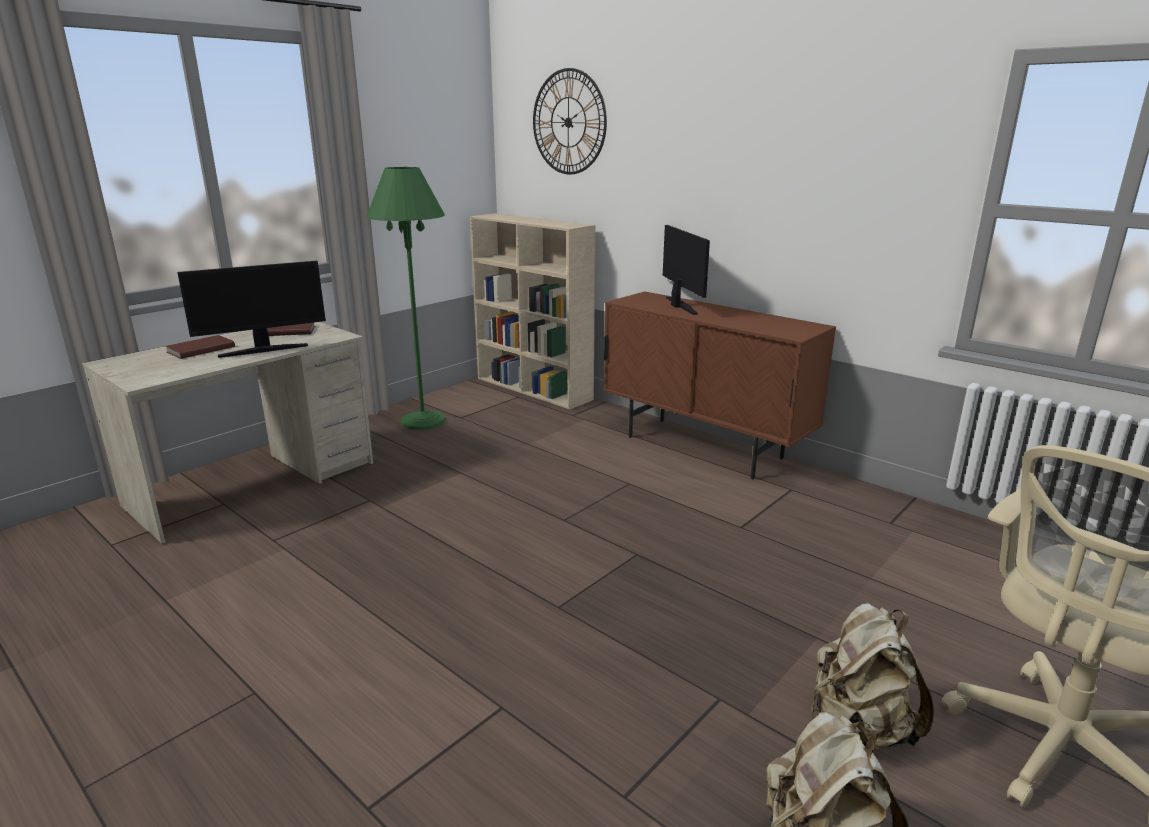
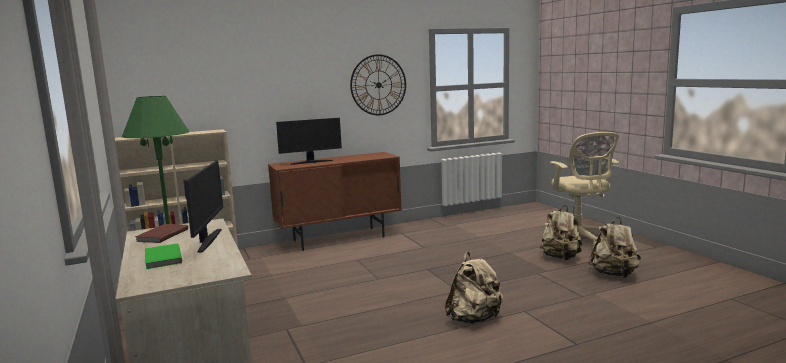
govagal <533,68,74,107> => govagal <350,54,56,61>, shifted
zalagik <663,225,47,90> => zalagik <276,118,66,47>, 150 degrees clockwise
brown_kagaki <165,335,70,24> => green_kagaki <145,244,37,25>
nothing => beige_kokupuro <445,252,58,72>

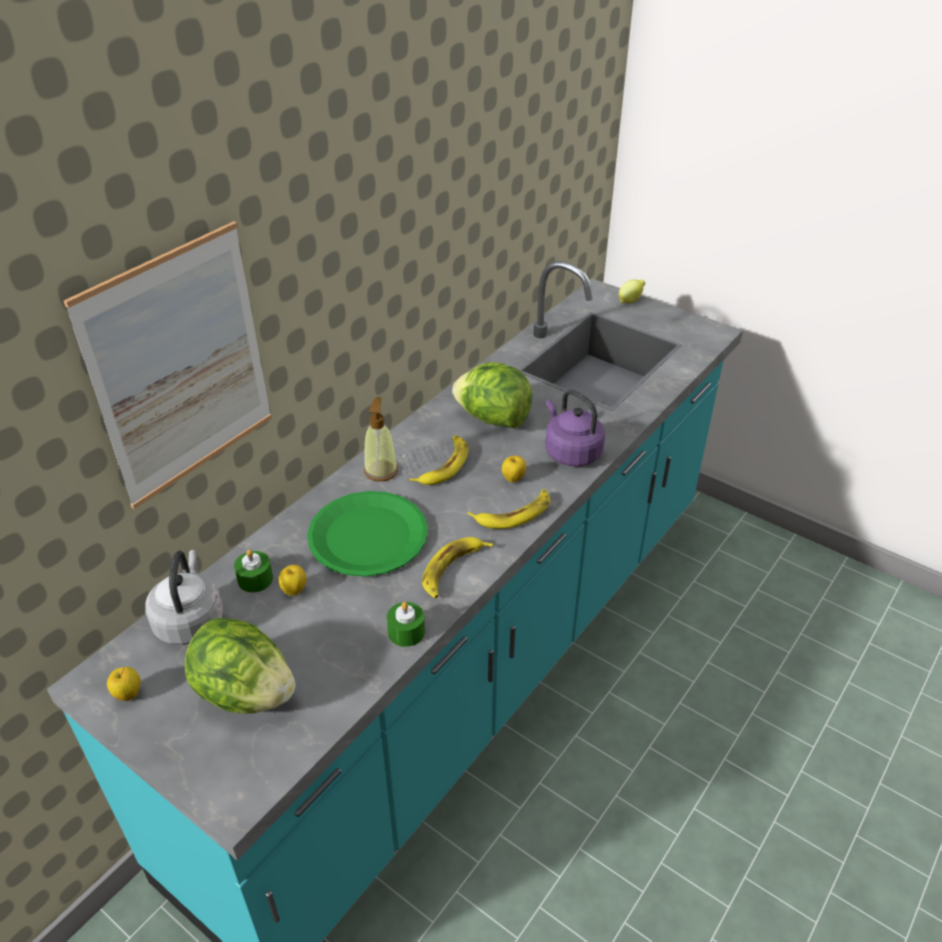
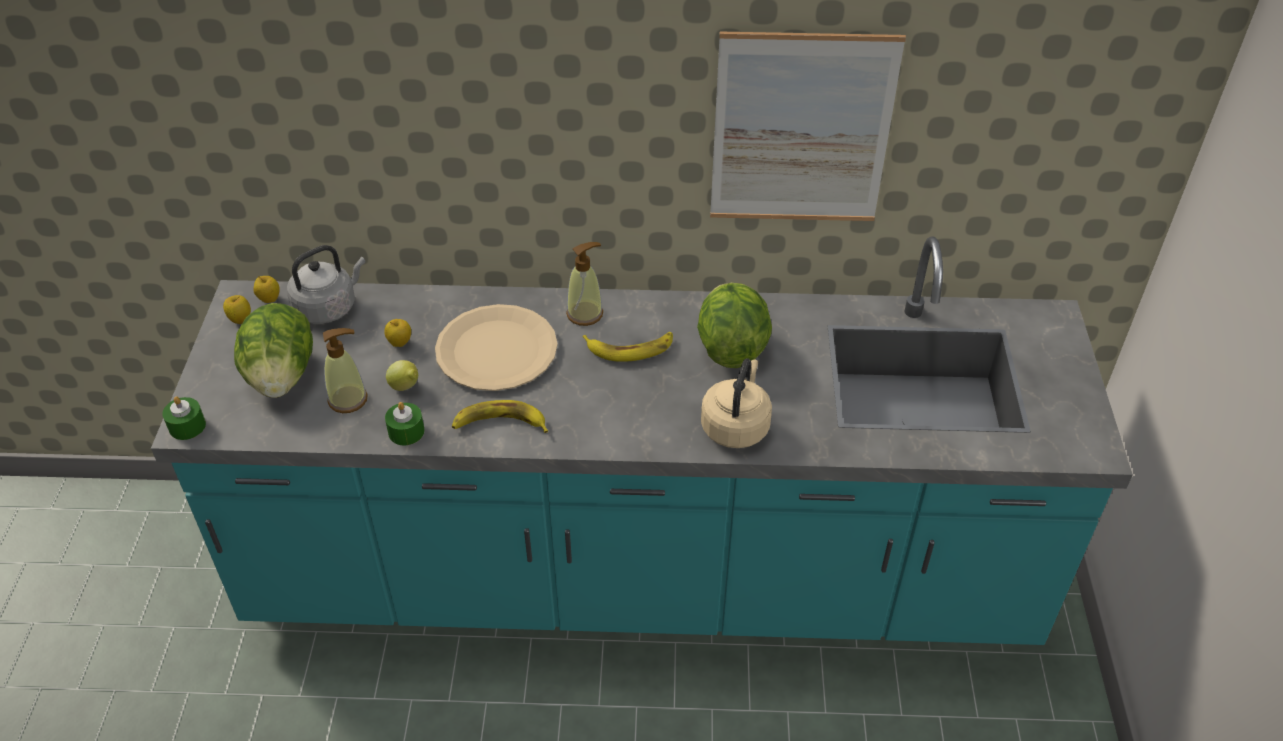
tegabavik <64,221,208,288> => tegabavik <710,32,196,189>, shifted
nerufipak <619,280,26,24> => nerufipak <386,360,32,31>, shifted
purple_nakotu <545,390,60,76> => beige_nakotu <701,359,71,89>
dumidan <502,456,24,26> => dumidan <253,276,27,27>, shifted
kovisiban <468,489,82,40> => nothing
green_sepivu <307,491,121,86> => beige_sepivu <435,304,123,87>
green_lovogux <234,550,39,43> => green_lovogux <162,396,44,44>, shifted
nothing => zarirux <323,328,45,85>

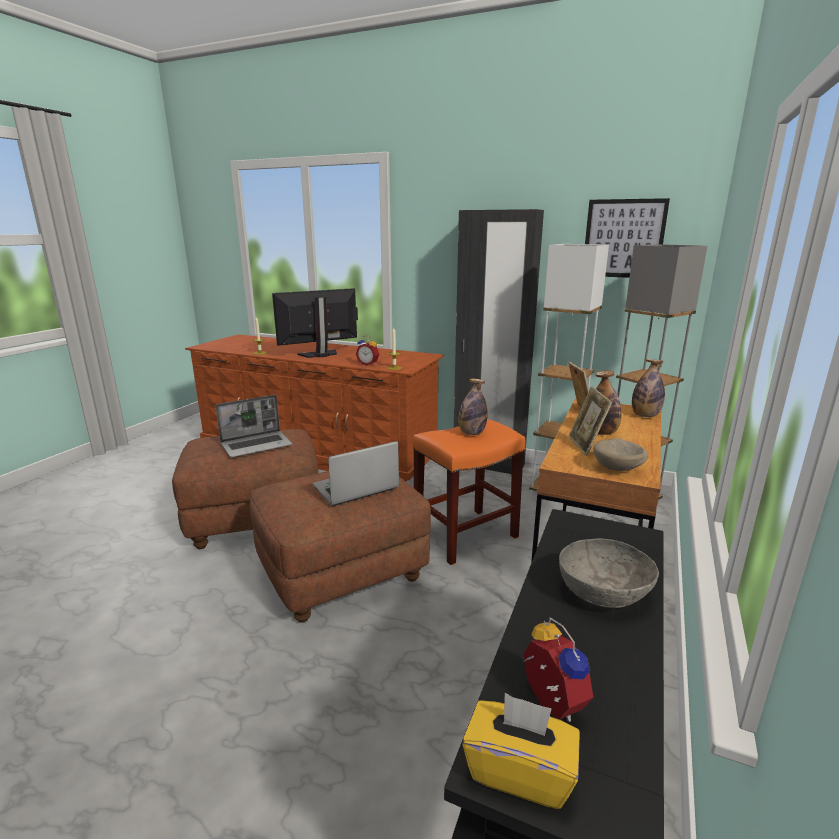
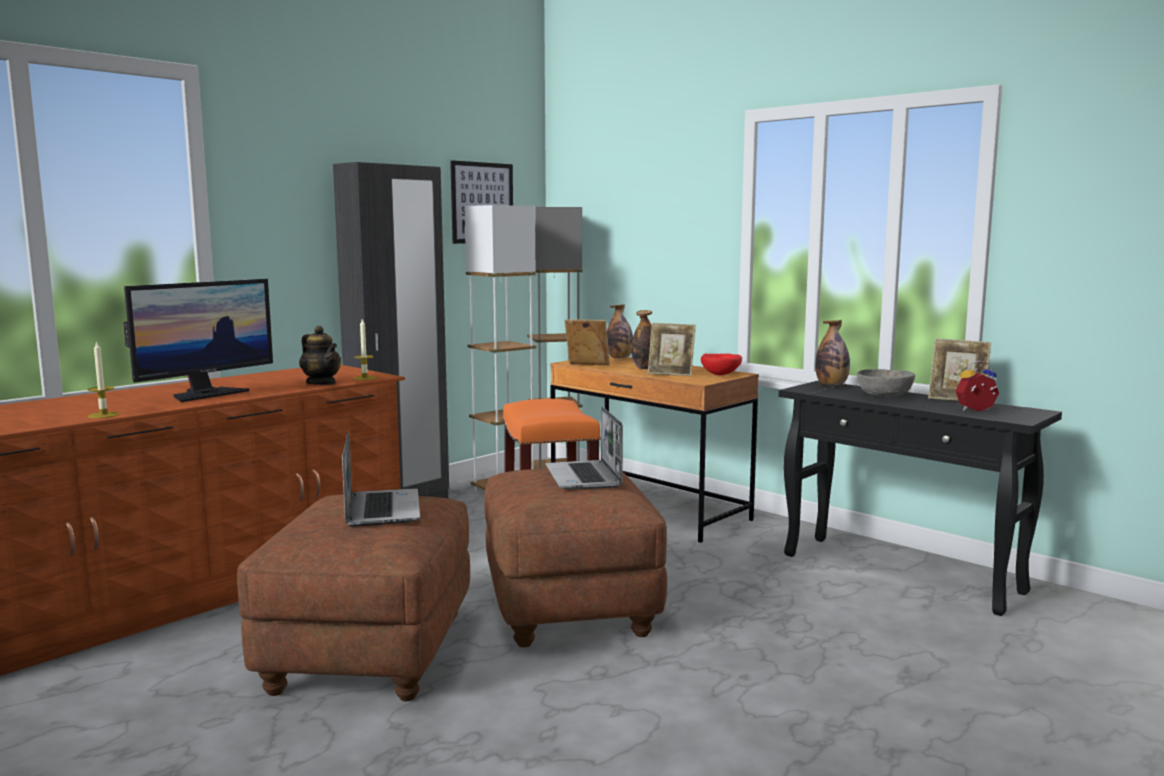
zalagik <272,288,86,70> => zalagik <123,279,150,123>, 135 degrees counterclockwise
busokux <356,335,23,31> => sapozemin <299,326,42,59>
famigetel <458,379,29,56> => famigetel <815,320,35,65>, shifted
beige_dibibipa <593,438,55,33> => red_dibibipa <701,354,41,21>
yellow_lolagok <462,693,118,116> => nothing
nothing => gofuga <928,338,63,63>

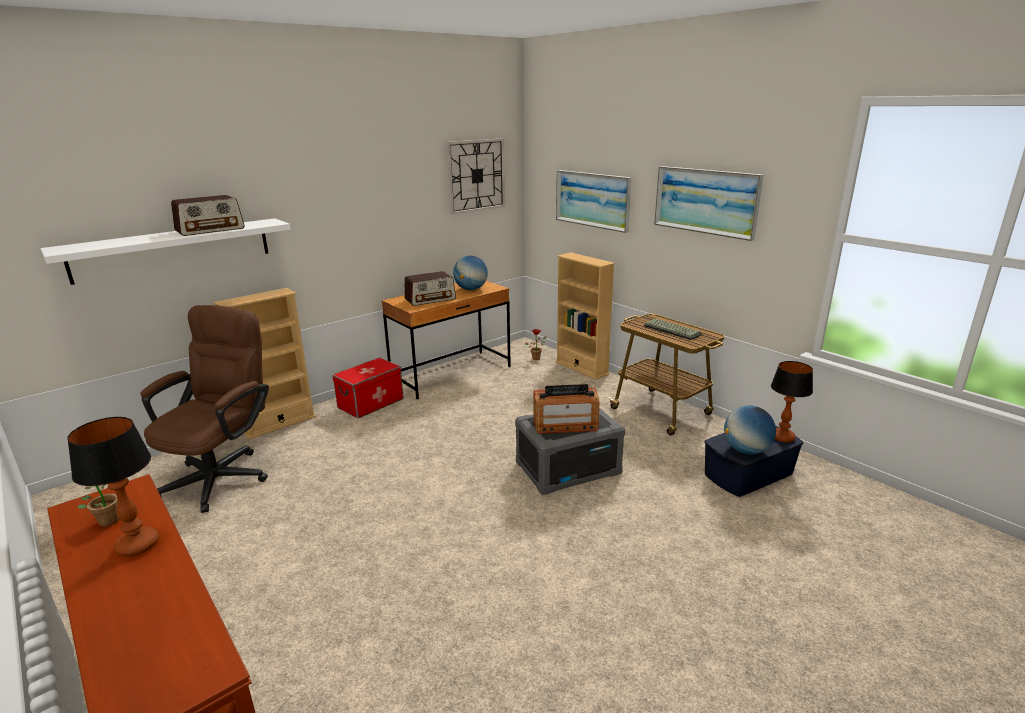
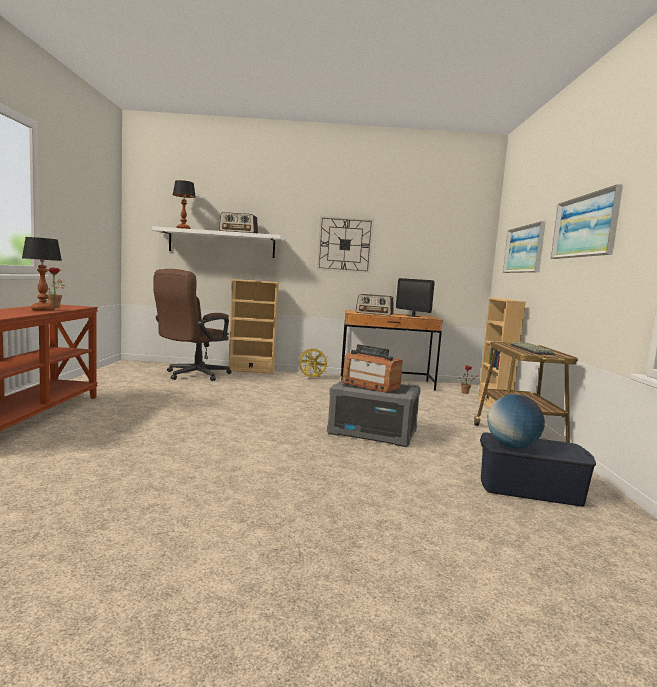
govagal <447,138,58,77> => govagal <317,216,57,57>, shifted
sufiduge <453,256,35,34> => zalagik <396,278,39,39>
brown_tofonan <140,305,129,208> => brown_tofonan <153,269,78,112>, 150 degrees clockwise
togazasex <332,357,71,62> => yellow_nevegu <297,348,32,30>
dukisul <771,361,42,81> => dukisul <173,180,23,49>, shifted

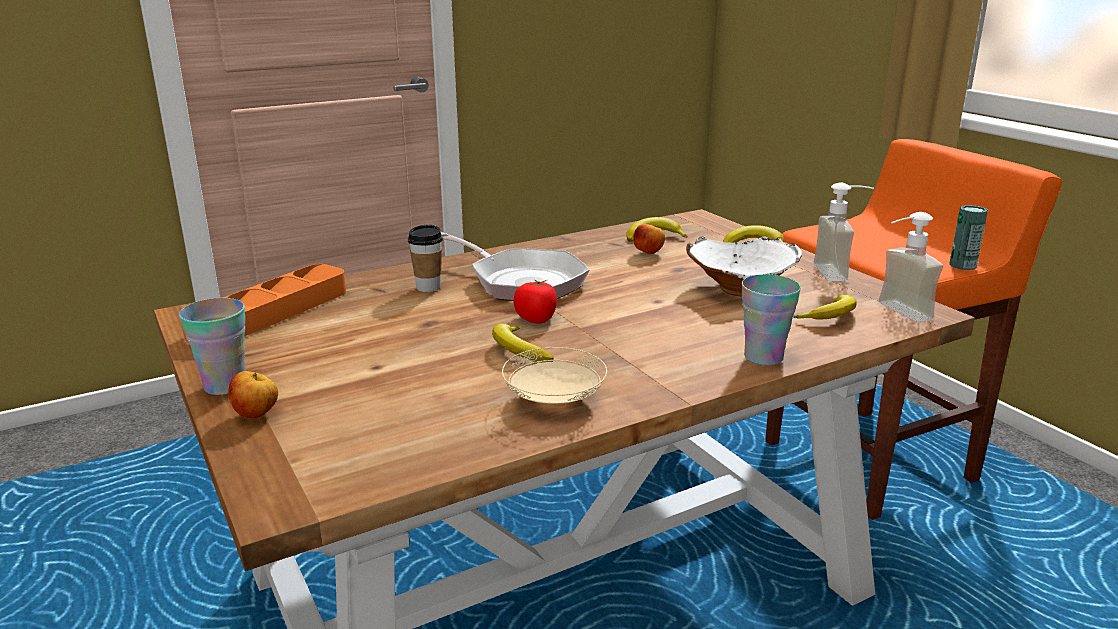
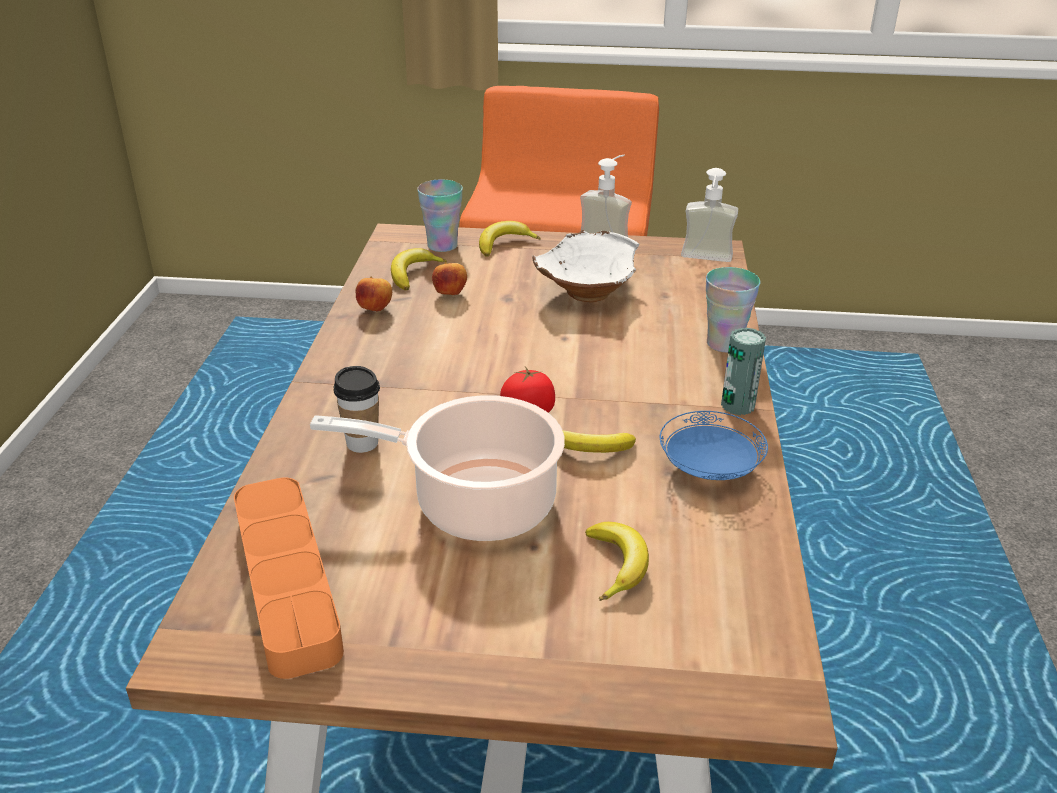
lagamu <949,205,39,65> => lagamu <721,327,45,88>, shifted
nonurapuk <441,232,149,69> => nothing
kovisiban <793,295,63,24> => kovisiban <585,522,64,79>, shifted
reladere <179,298,66,97> => reladere <417,179,46,73>, shifted
beige_sepivu <502,347,105,58> => blue_sepivu <660,411,108,69>
dumidan <228,371,50,47> => dumidan <356,276,36,36>, shifted
nothing => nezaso <310,395,255,146>

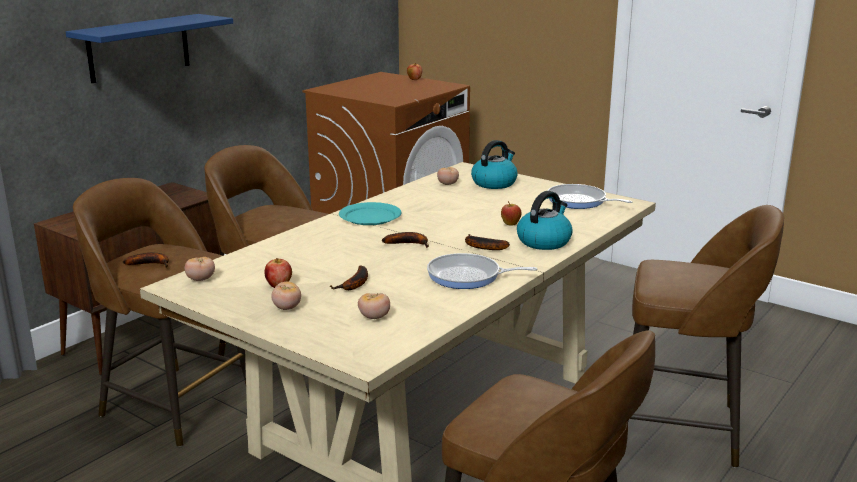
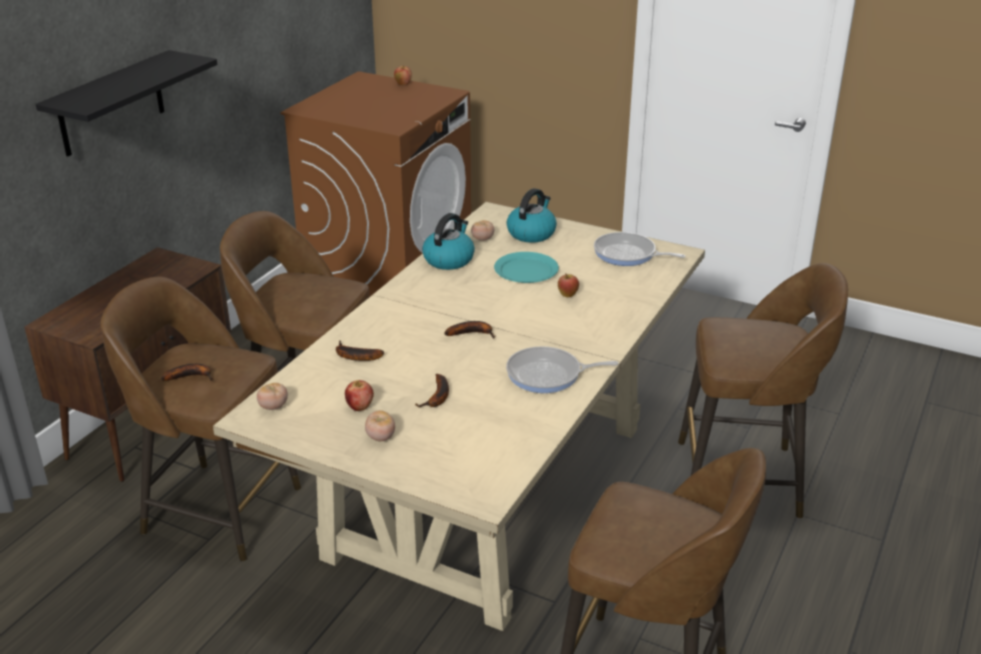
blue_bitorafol <66,14,167,69> => black_bitorafol <35,50,182,107>
nakotu <517,191,56,59> => nakotu <422,213,53,57>, shifted
turquoise_sepivu <339,202,63,23> => turquoise_sepivu <494,252,65,31>, shifted
kovisiban <465,234,45,16> => kovisiban <336,341,48,20>, shifted
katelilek <358,293,32,26> => nothing

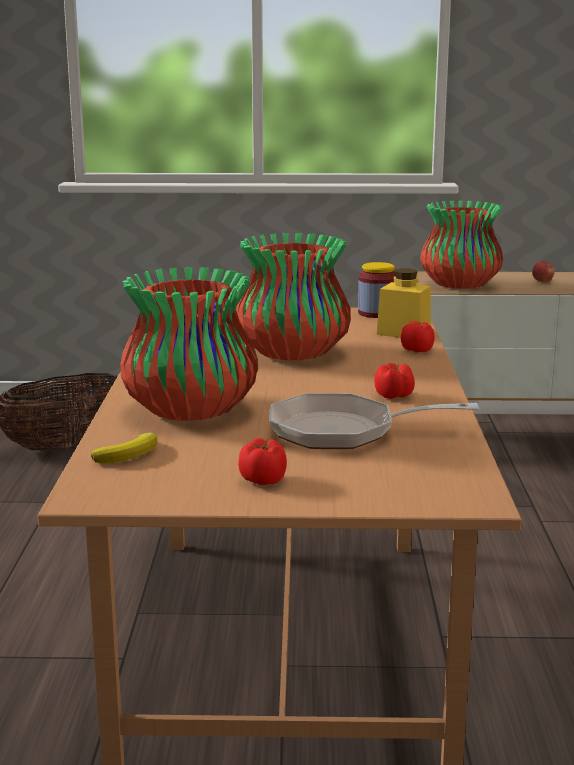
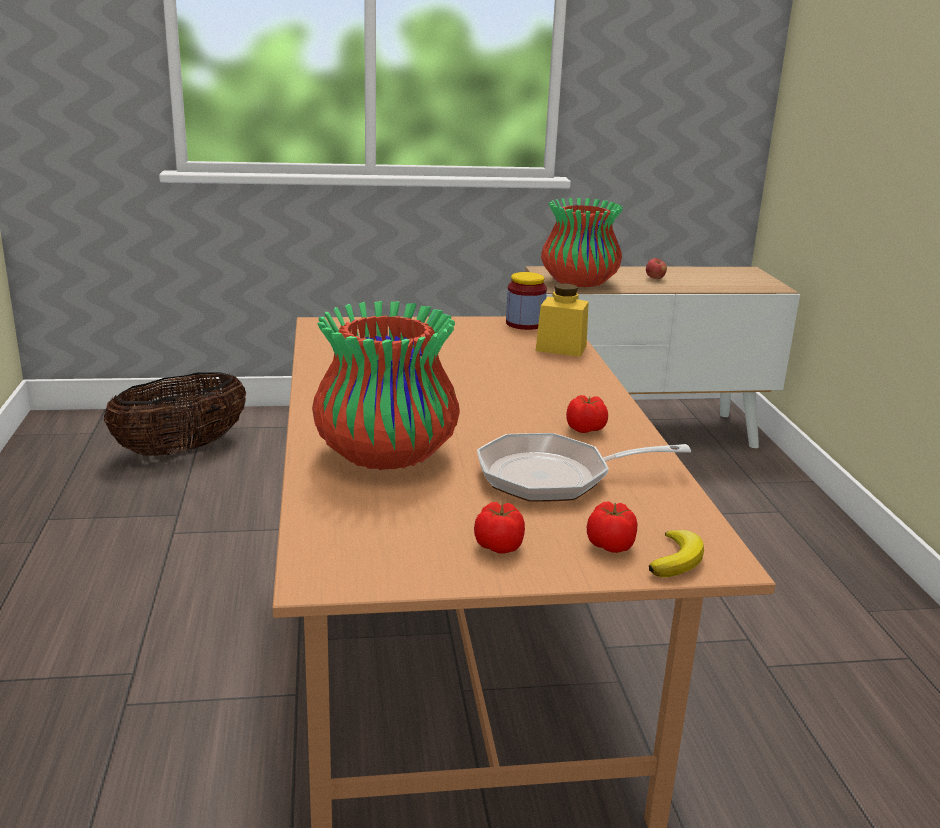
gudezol <236,233,115,127> => nothing
katelilek <401,321,34,32> => katelilek <587,501,50,52>, shifted
kovisiban <91,432,67,32> => kovisiban <649,530,55,47>, shifted

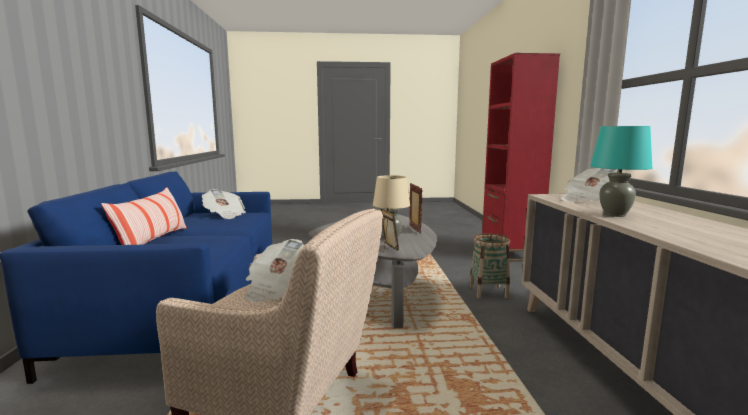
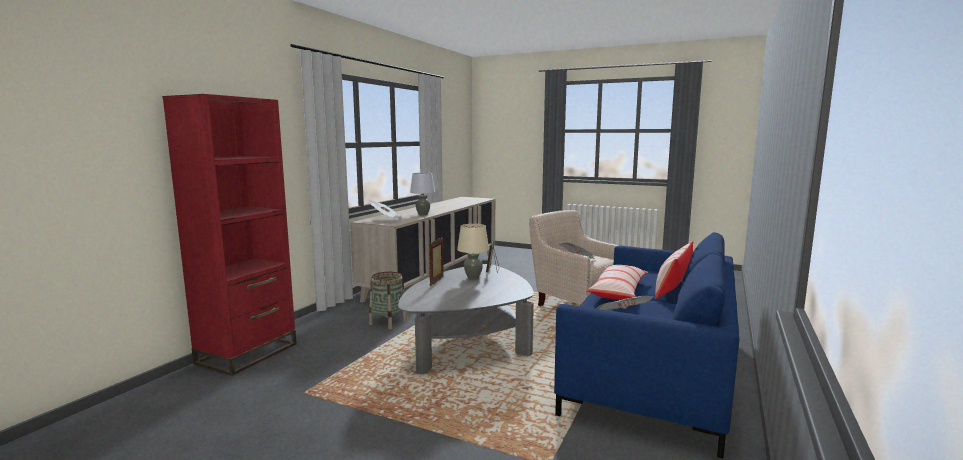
turquoise_dukisul <590,126,62,91> => grey_dukisul <410,173,25,42>
nothing => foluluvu <586,265,62,35>

